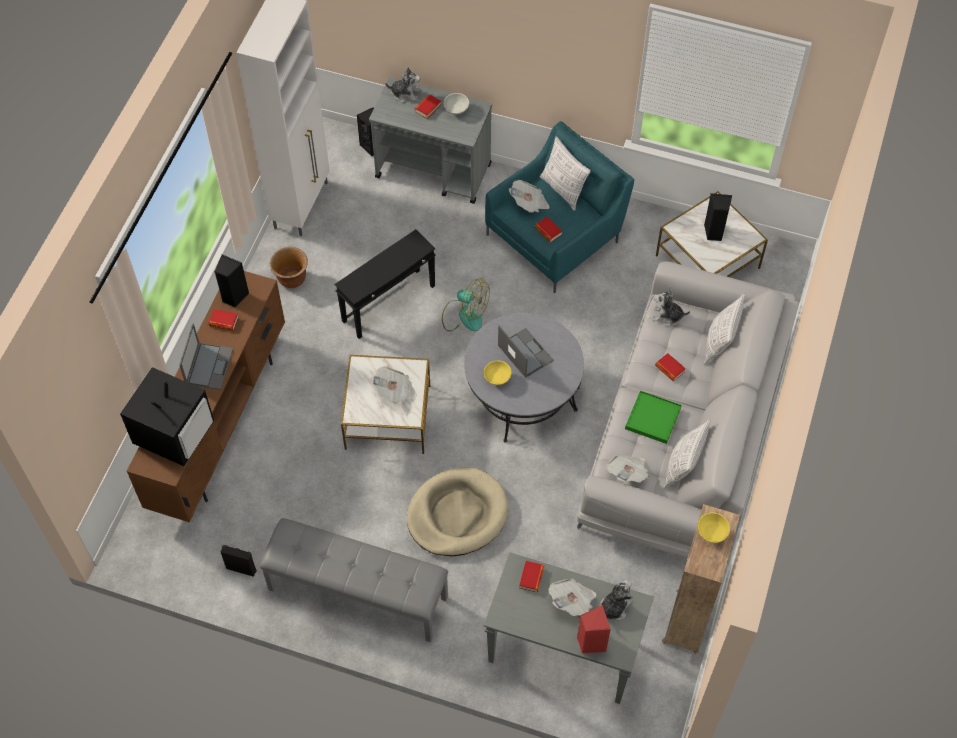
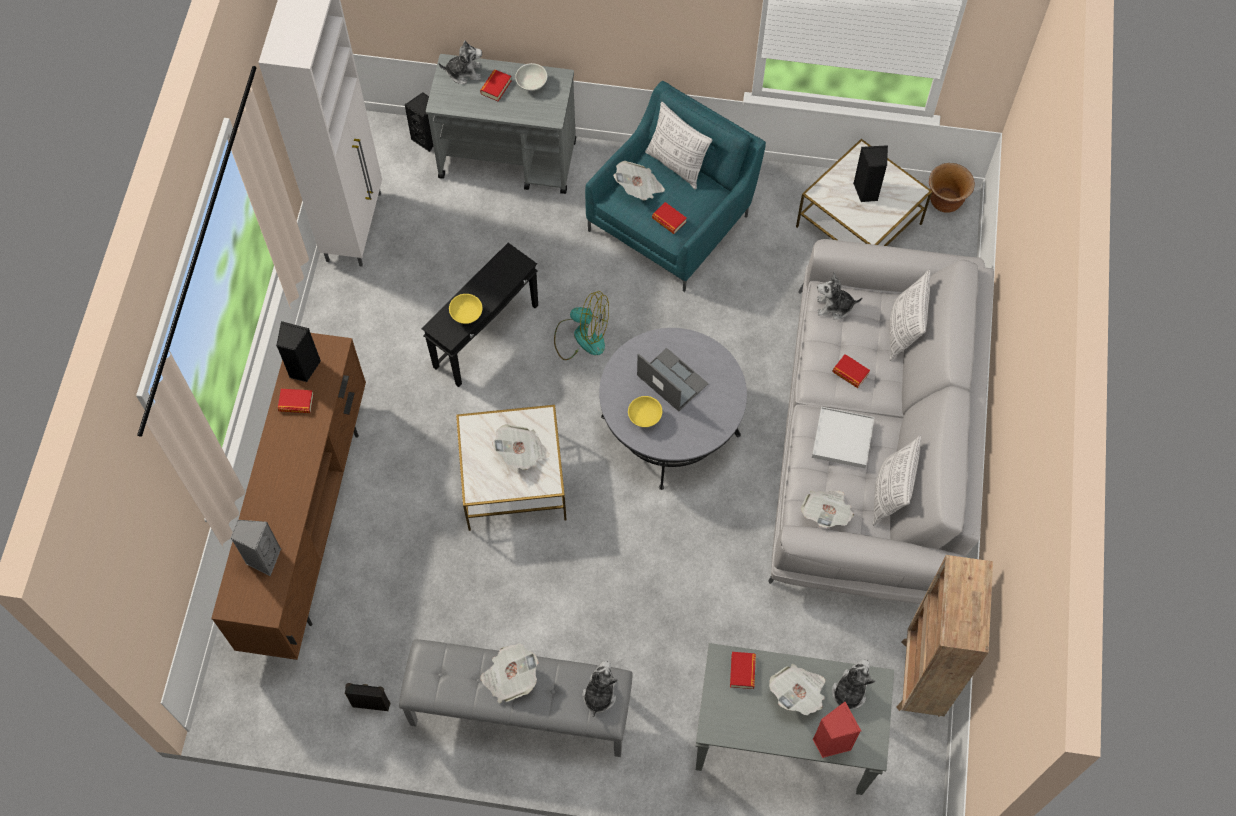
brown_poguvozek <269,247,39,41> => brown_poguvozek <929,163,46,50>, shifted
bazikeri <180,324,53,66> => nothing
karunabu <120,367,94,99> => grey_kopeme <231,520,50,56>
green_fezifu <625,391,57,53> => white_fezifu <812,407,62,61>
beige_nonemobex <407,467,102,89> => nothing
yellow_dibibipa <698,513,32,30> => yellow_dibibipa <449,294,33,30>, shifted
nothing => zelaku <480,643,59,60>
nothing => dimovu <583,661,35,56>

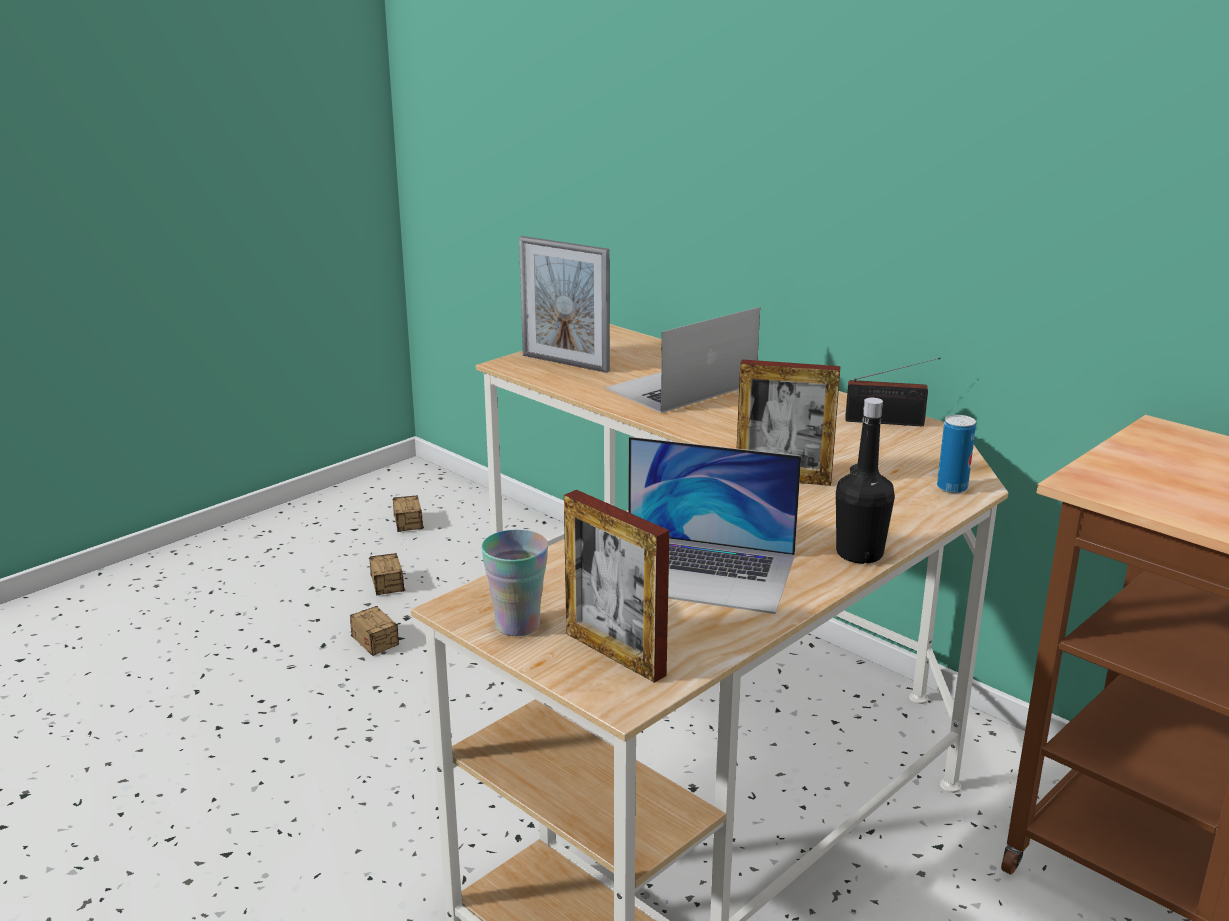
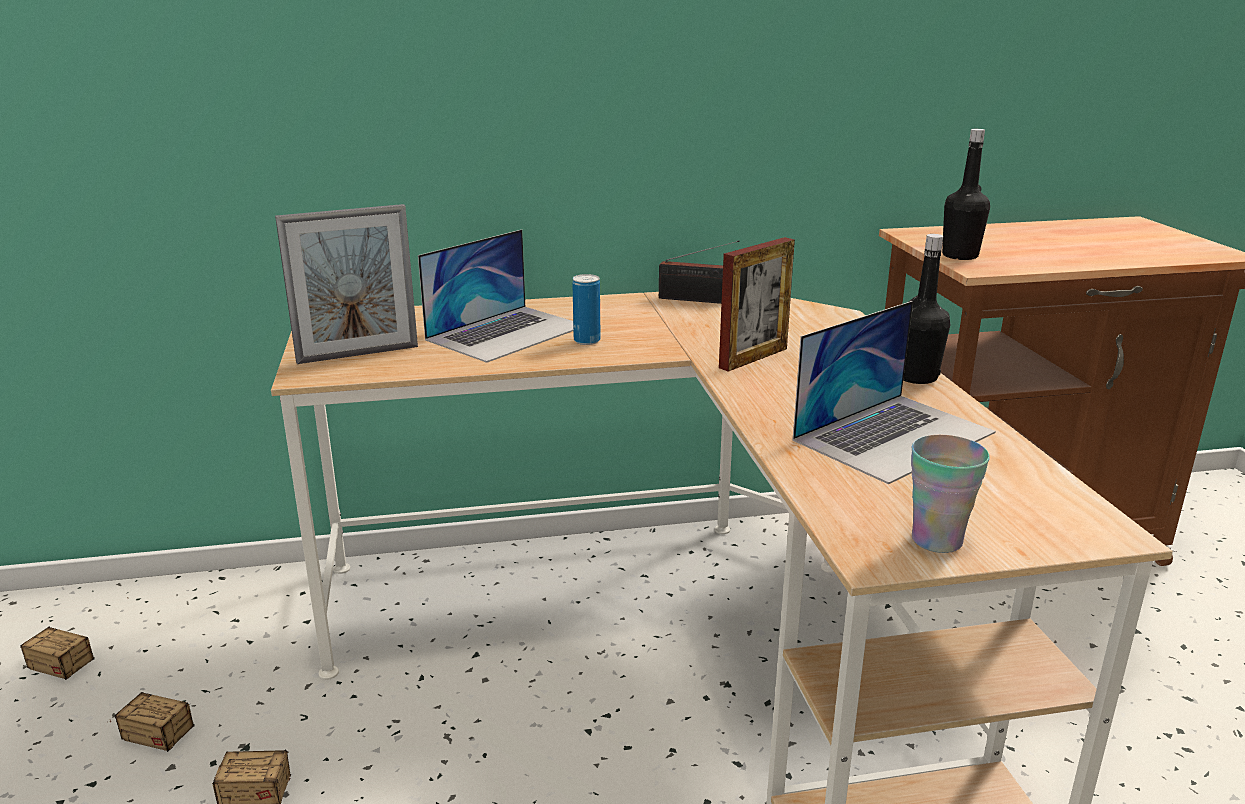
bazikeri <605,307,155,106> => bazikeri <418,229,155,134>, 135 degrees counterclockwise
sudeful <845,358,96,68> => sudeful <659,240,81,64>, 60 degrees clockwise
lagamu <937,415,39,78> => lagamu <572,274,29,71>, shifted
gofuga <564,490,106,193> => nothing
nothing => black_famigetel <942,129,48,131>

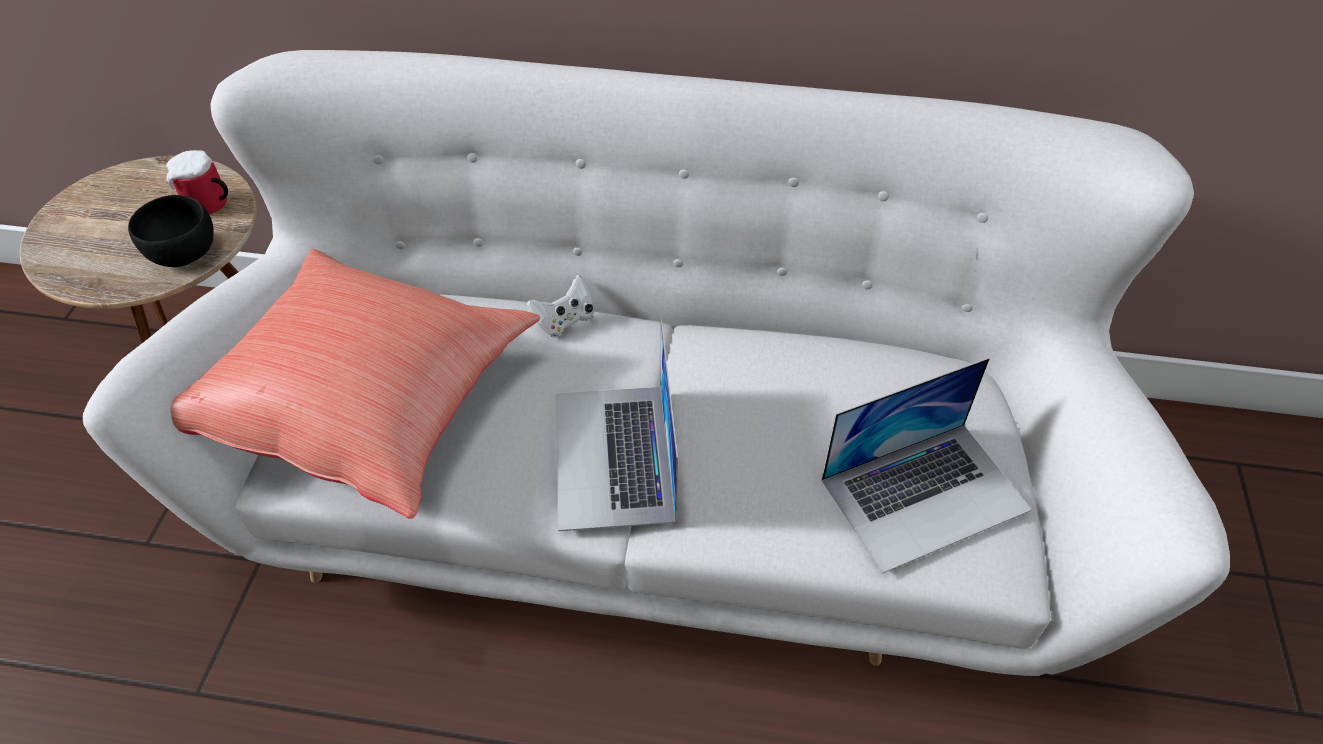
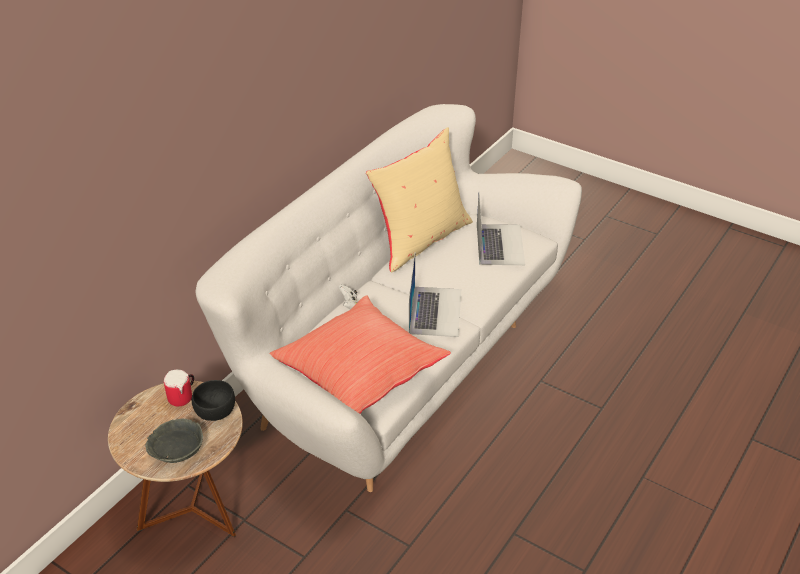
bazikeri <555,319,123,212> => bazikeri <409,255,52,82>, 105 degrees counterclockwise
nothing => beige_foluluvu <366,127,107,145>
nothing => grey_dibibipa <146,419,57,44>

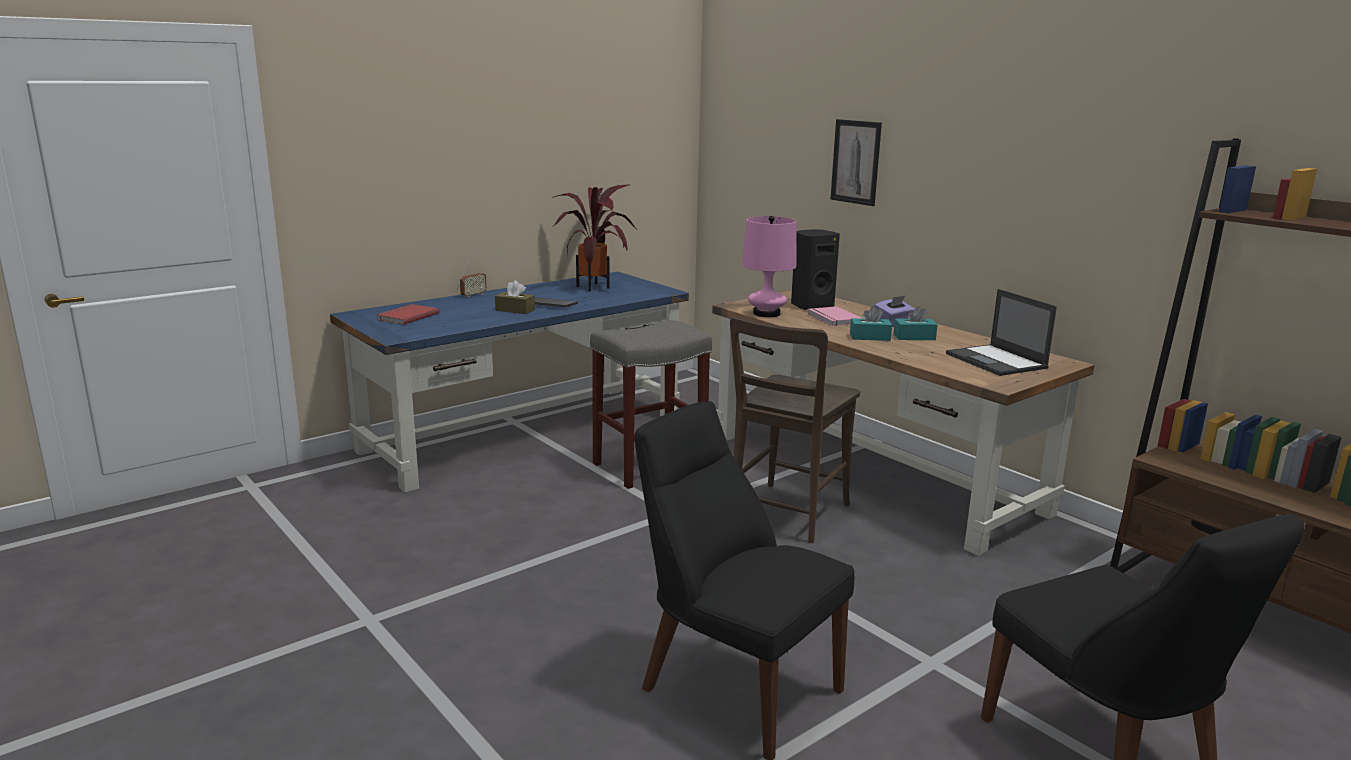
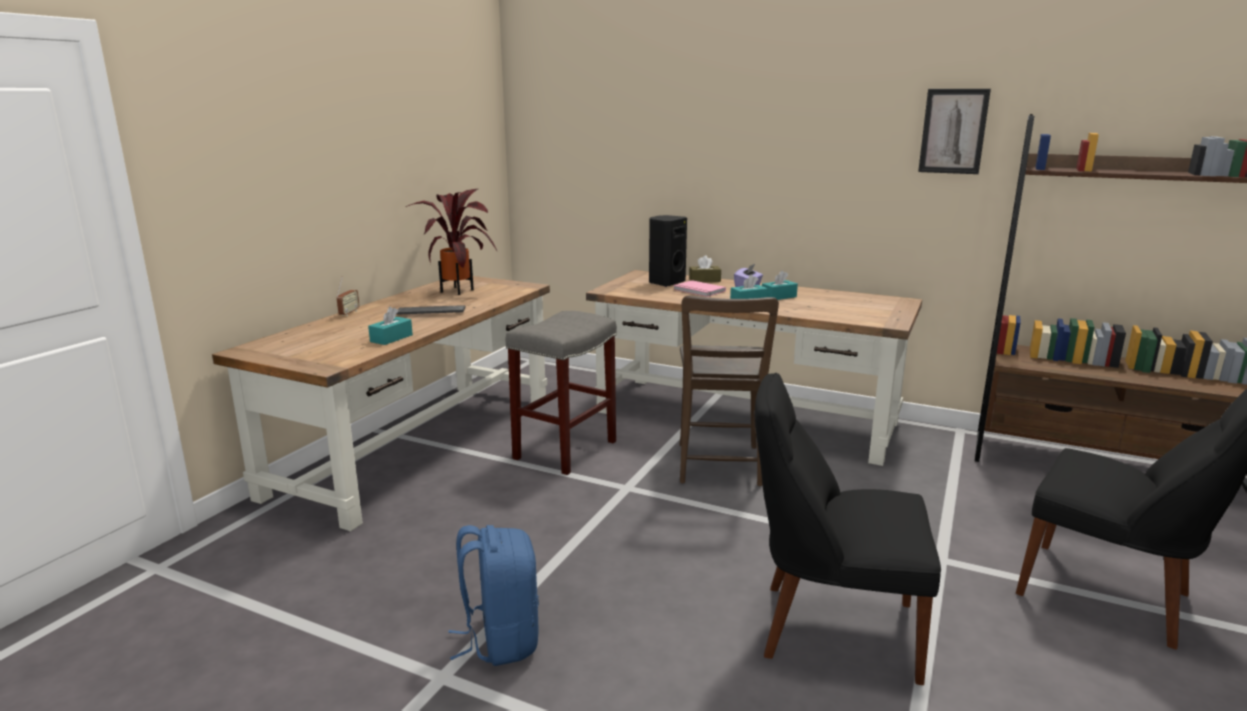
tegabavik <831,119,51,87> => tegabavik <918,89,73,85>, shifted
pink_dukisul <742,216,54,101> => nothing
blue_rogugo <330,272,359,221> => brown_rogugo <212,276,338,255>
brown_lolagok <495,280,40,34> => brown_lolagok <689,255,32,27>, shifted
bazikeri <946,289,111,87> => nothing
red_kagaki <377,304,62,21> => nothing
nothing => turquoise_lolagok <368,307,45,38>
nothing => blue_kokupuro <448,525,91,141>

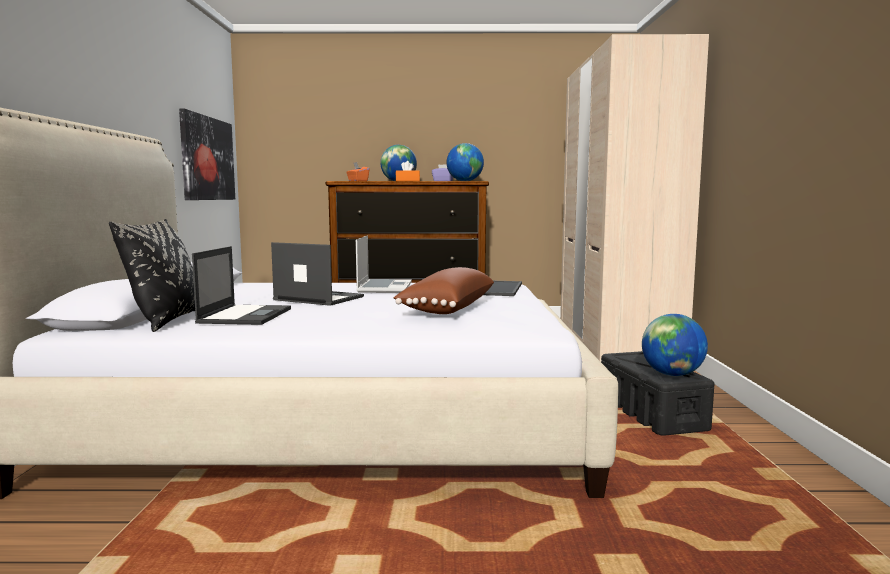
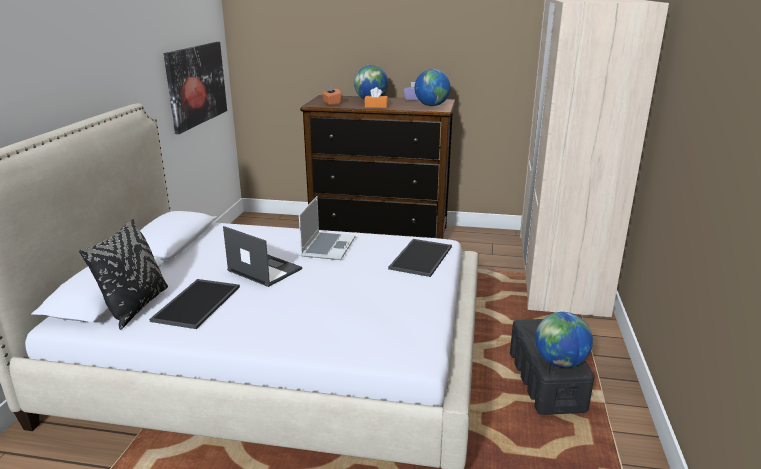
bazikeri <192,246,99,79> => fezifu <149,279,91,50>
brown_foluluvu <394,267,100,47> => nothing

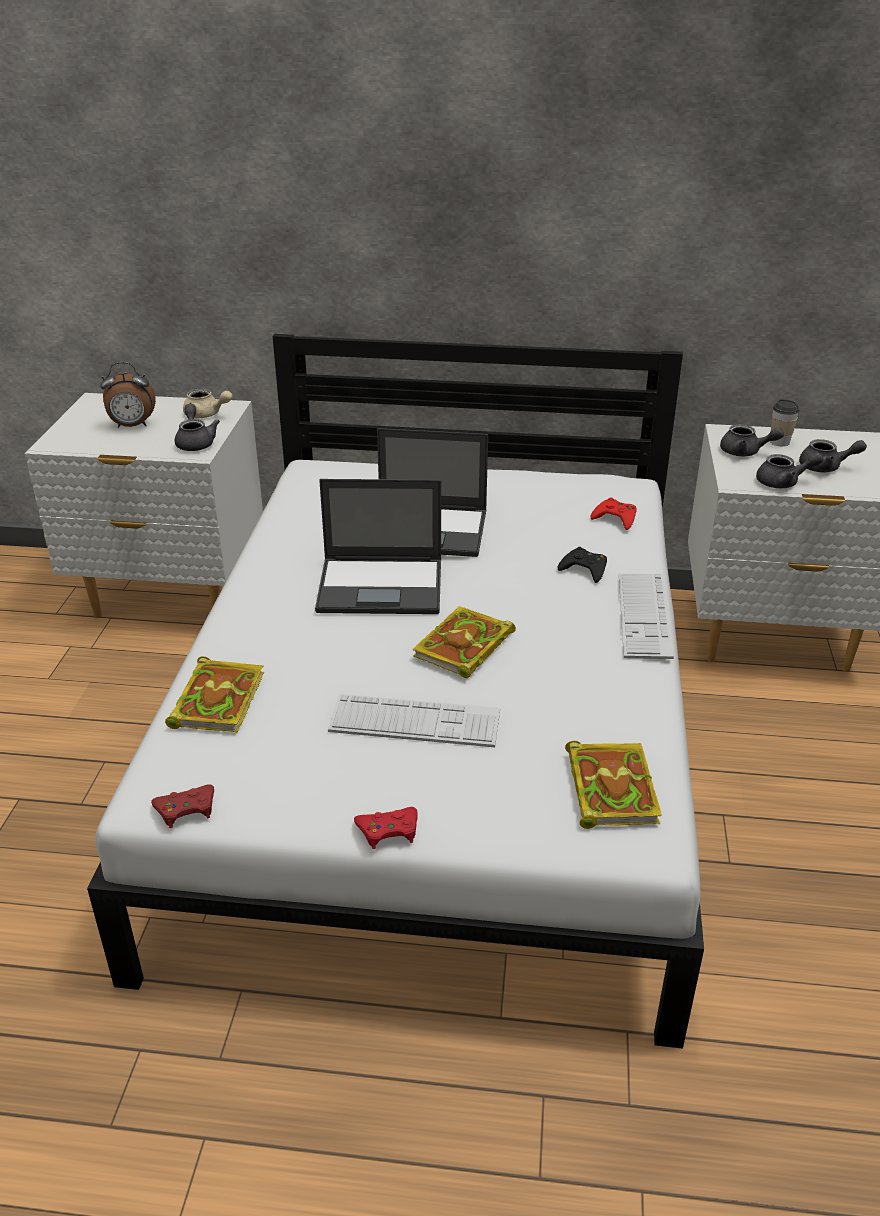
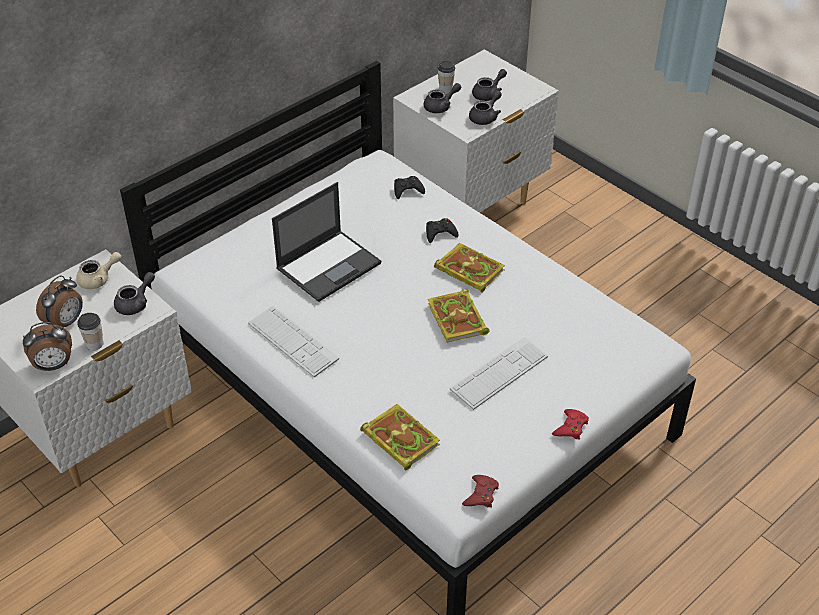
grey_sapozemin <175,404,45,47> => grey_sapozemin <114,272,41,43>, 105 degrees clockwise
bazikeri <315,479,126,135> => nothing
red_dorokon <591,497,46,33> => black_dorokon <394,176,31,23>
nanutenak <619,574,55,85> => nanutenak <248,306,91,71>, shifted
kagaki <565,741,97,88> => kagaki <434,243,71,50>, shifted
nothing => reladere <77,313,26,37>
nothing => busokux <23,322,49,49>

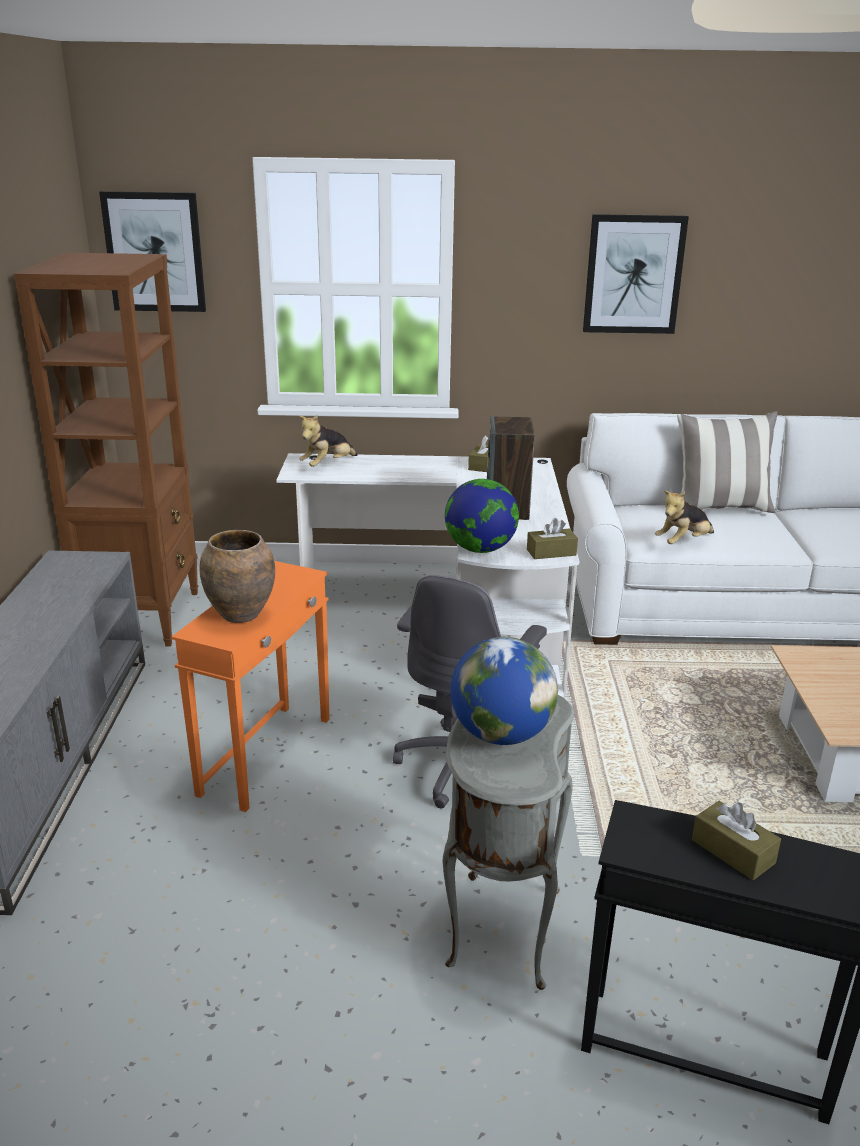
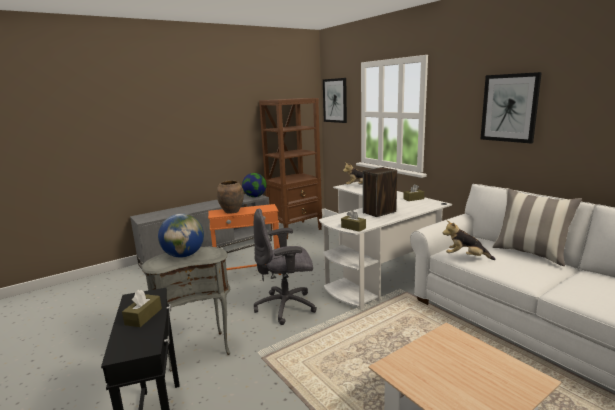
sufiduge <445,479,74,74> => sufiduge <242,173,25,24>, shifted

